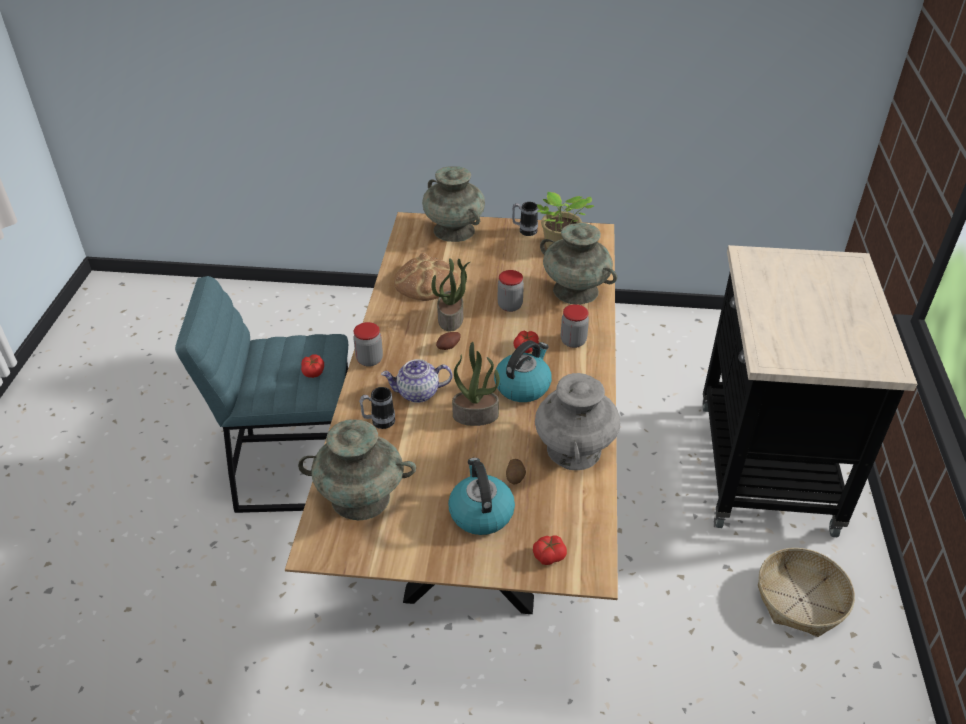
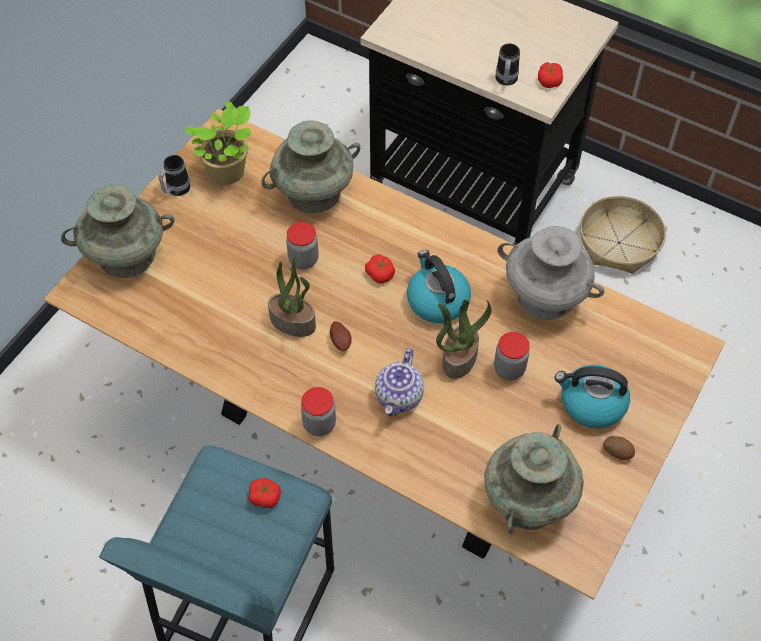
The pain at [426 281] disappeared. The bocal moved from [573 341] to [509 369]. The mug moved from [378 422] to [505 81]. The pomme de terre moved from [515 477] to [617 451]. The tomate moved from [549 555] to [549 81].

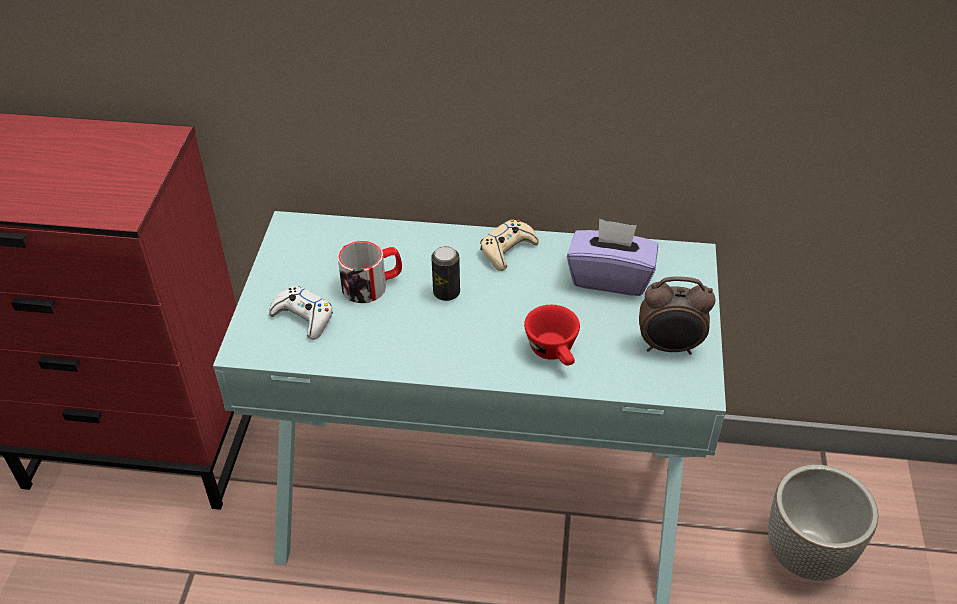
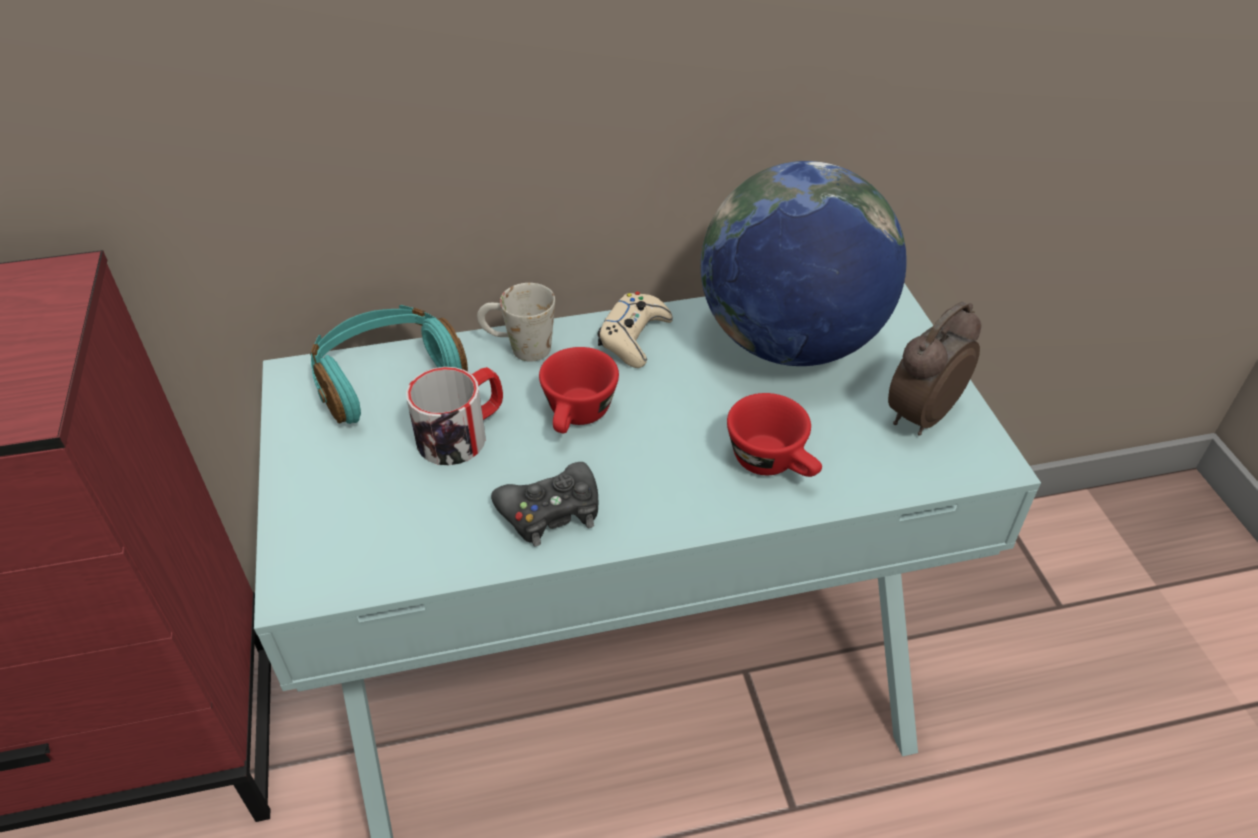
The boîte à mouchoirs [violet] at [610 277] was replaced by the globe at [790 342]. The boîte métallique at [446 292] was replaced by the tasse [rouge] at [578 417]. The réveil at [669 347] turned 150 degrees clockwise. The manette [blanc] at [303 317] disappeared. The cache-pot at [807 555] disappeared. The mug [blanc] at [518 348] appeared. The casque audio [turquoise] at [387 377] appeared. The manette [noir] at [551 511] appeared.

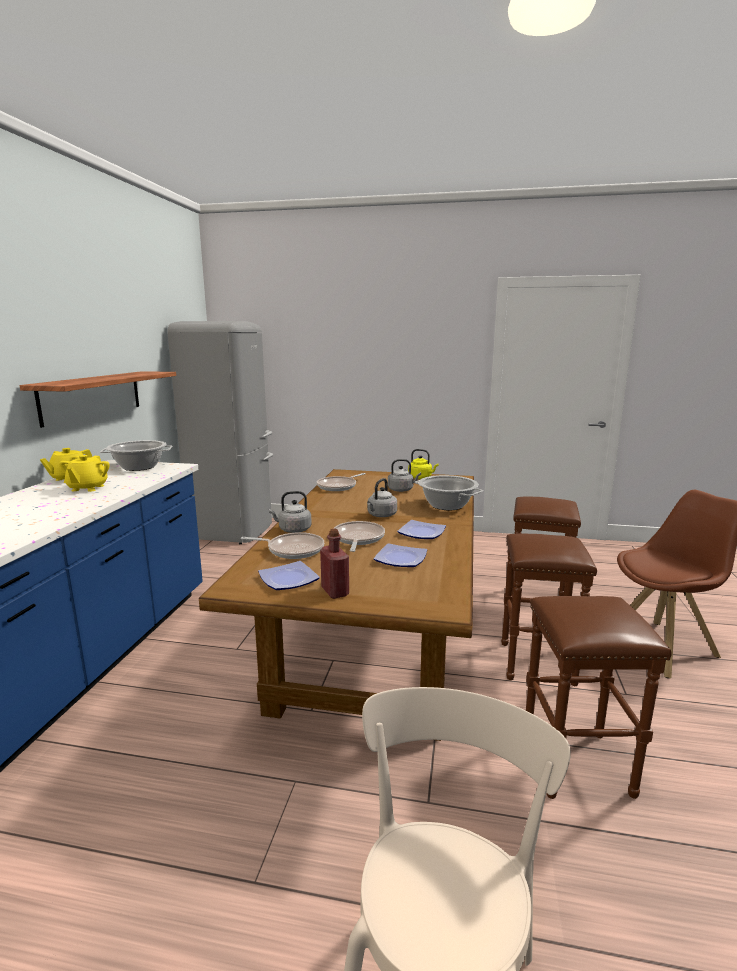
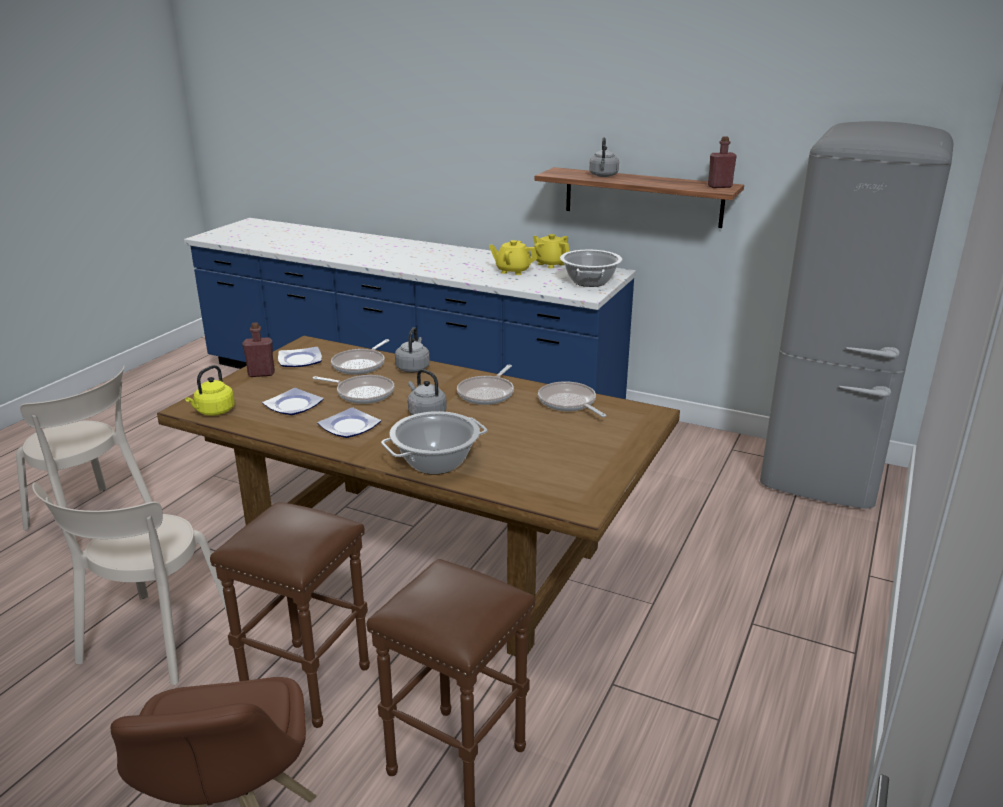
The bouilloire [jaune] moved from [421 477] to [214 412]. The bouilloire [gris] moved from [402 490] to [603 176]. The tabouret [marron] at [579 764] was replaced by the chaise [beige] at [153 642]. The bouteille [rouge] at [719 186] appeared. The poêle at [487 393] appeared.

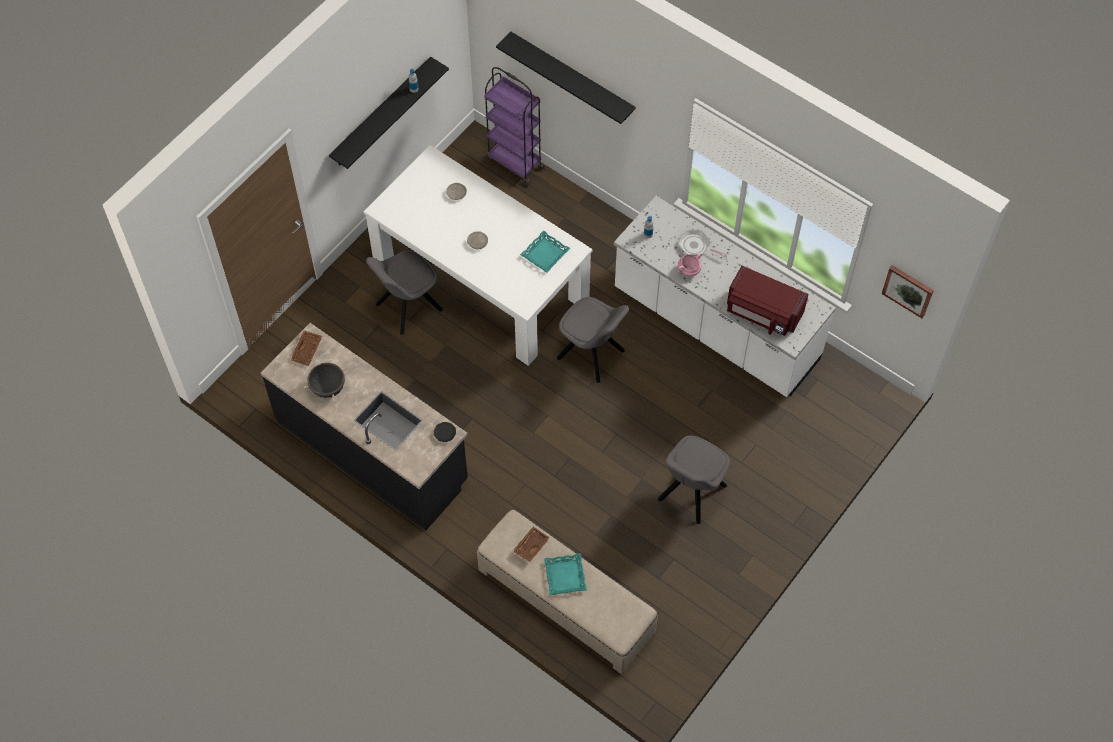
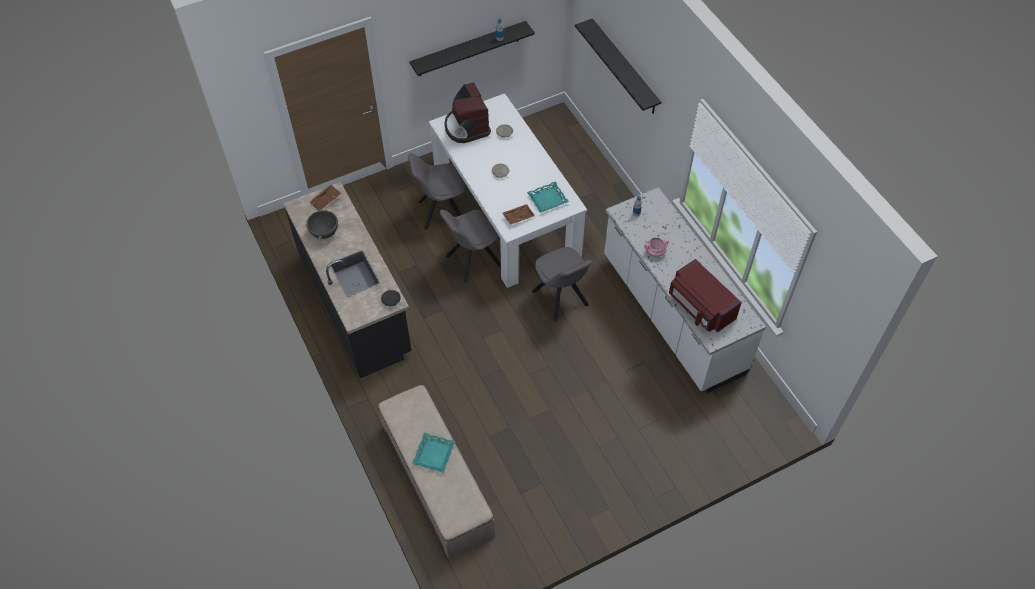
The chariot [violet] at [515 163] disappeared. The poêle at [696 246] disappeared. The tableau at [908 290] disappeared. The chaise [gris] moved from [691 492] to [473 260]. The plateau [marron] moved from [530 546] to [518 216]. The machine à café at [466 127] appeared.

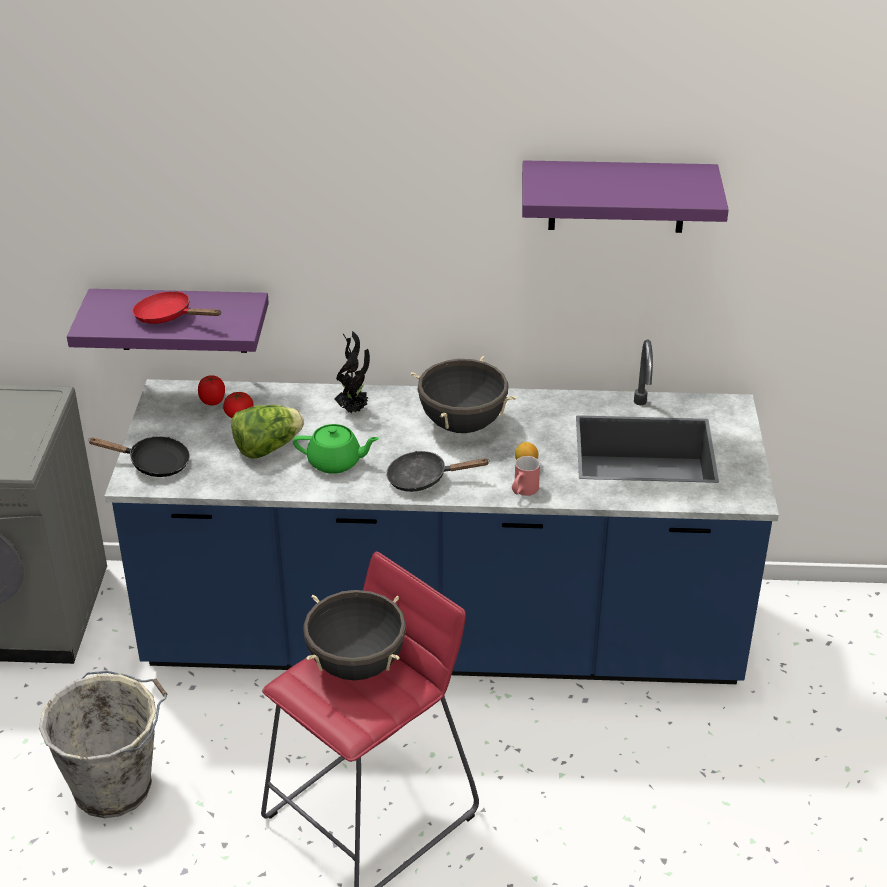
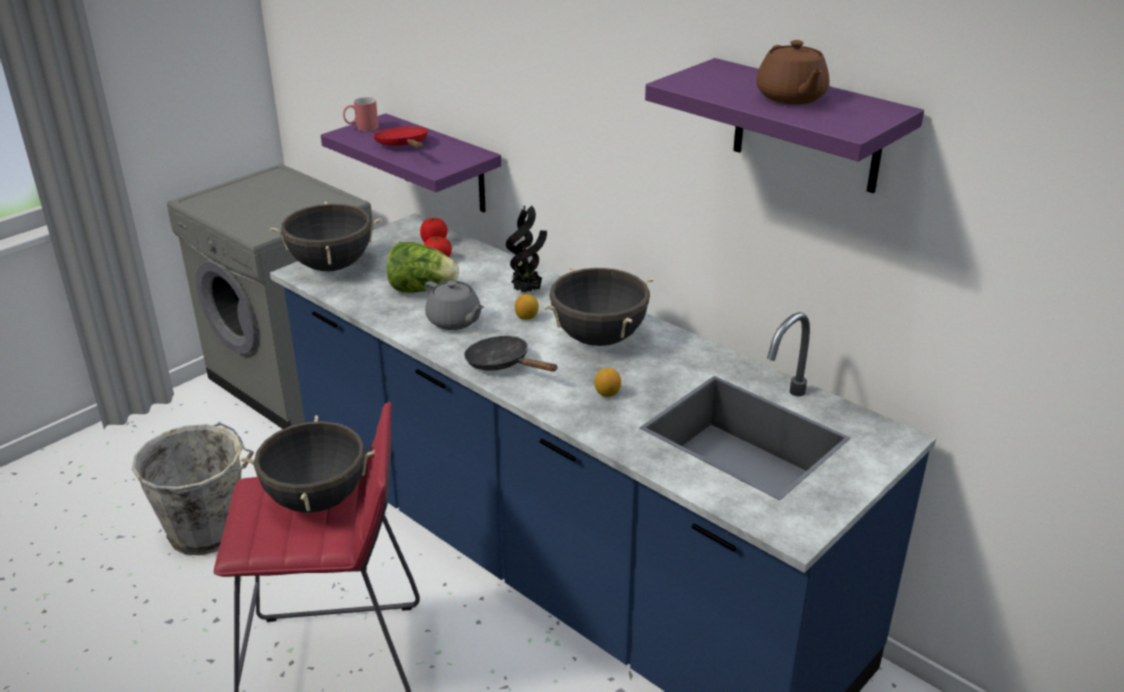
The théière [vert] at [335 462] became the théière [gris] at [454 321]. The poêle [noir] at [153 464] was replaced by the marmite [noir] at [331 266]. The mug [rouge] moved from [523 492] to [361 128]. The théière [marron] at [791 98] appeared. The citron at [526 317] appeared.

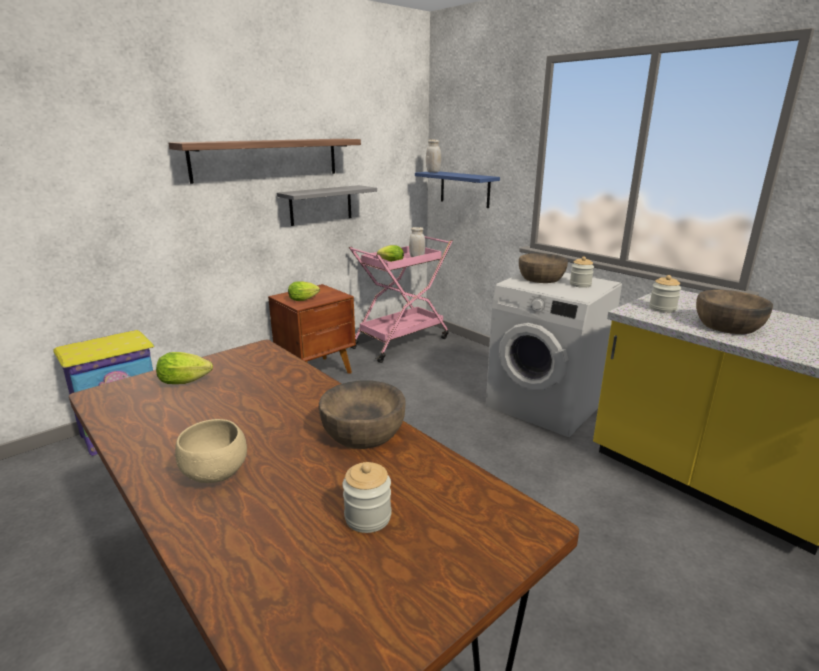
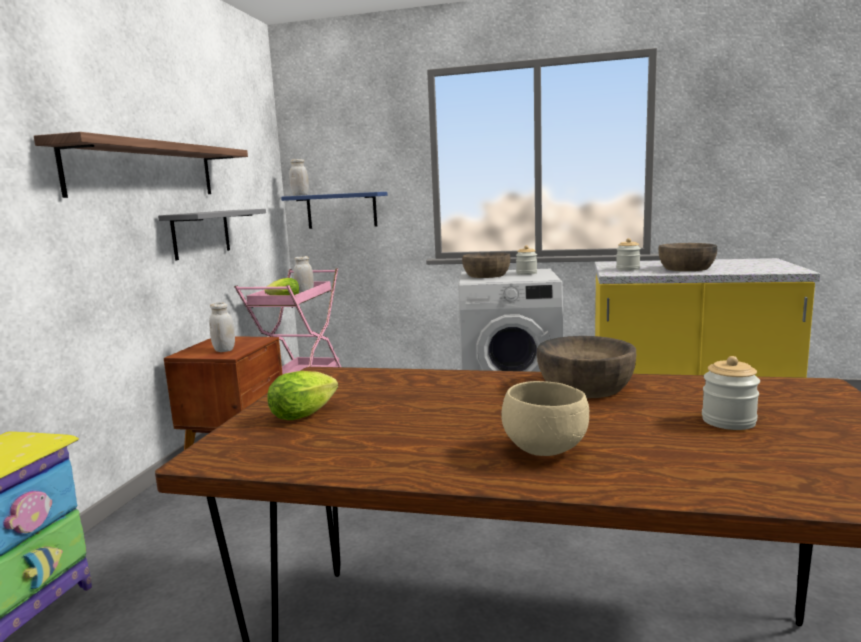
The laitue at [305 299] was replaced by the bocal [blanc] at [224 350].

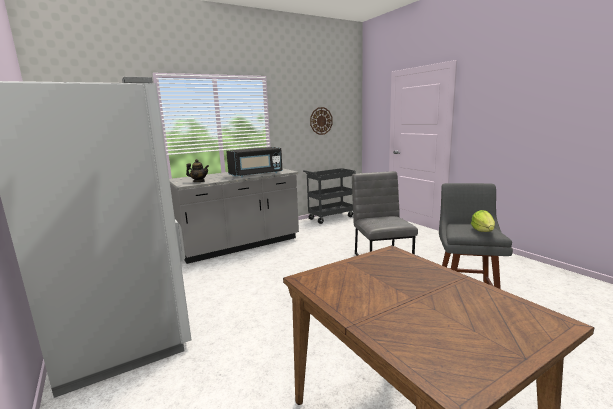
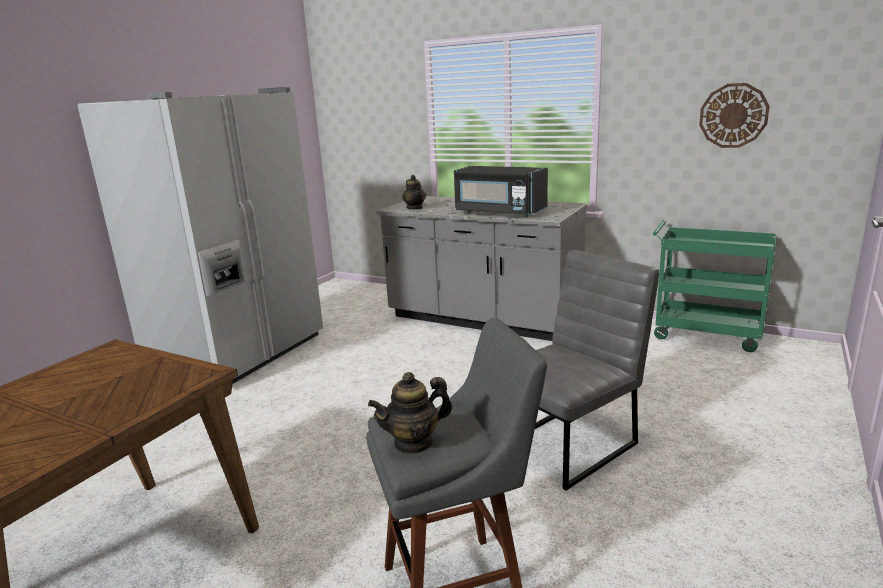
The chariot [gris] at [330 218] became the chariot [vert] at [703 337]. The laitue at [483 231] was replaced by the théière at [414 443].

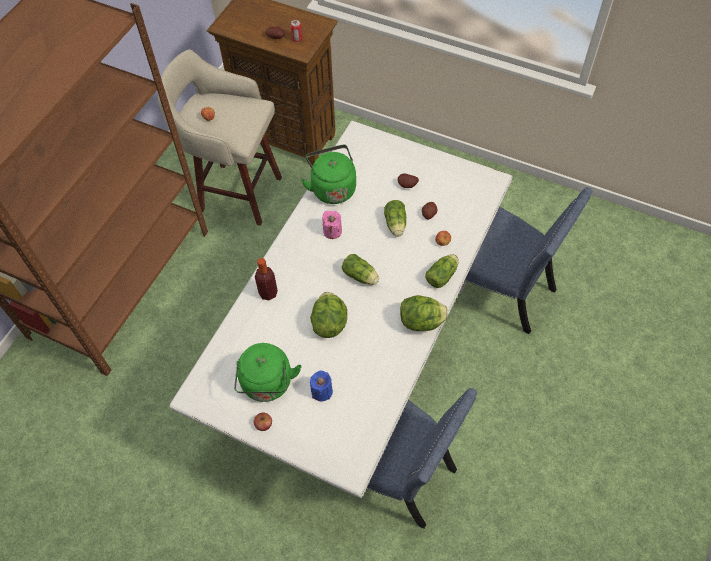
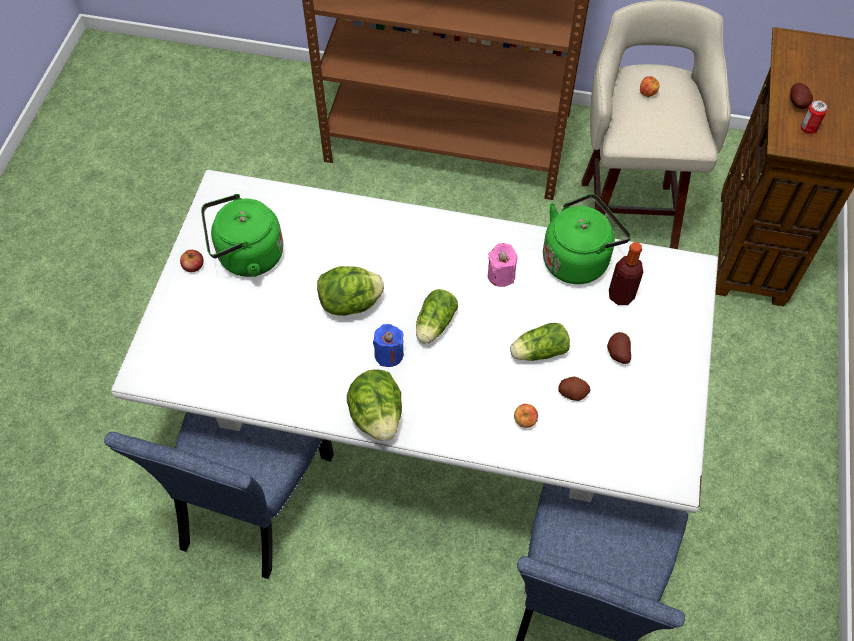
The laitue at [442 275] disappeared. The bouteille moved from [268 293] to [621 295]. The bougie [bleu] moved from [322 391] to [389 354].

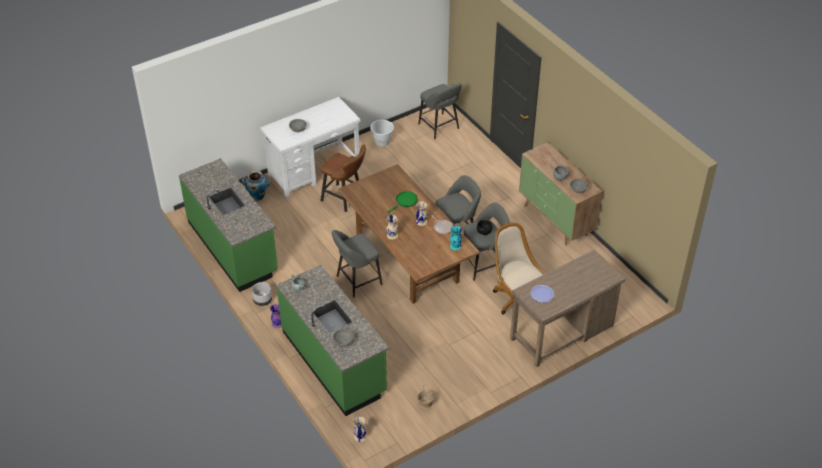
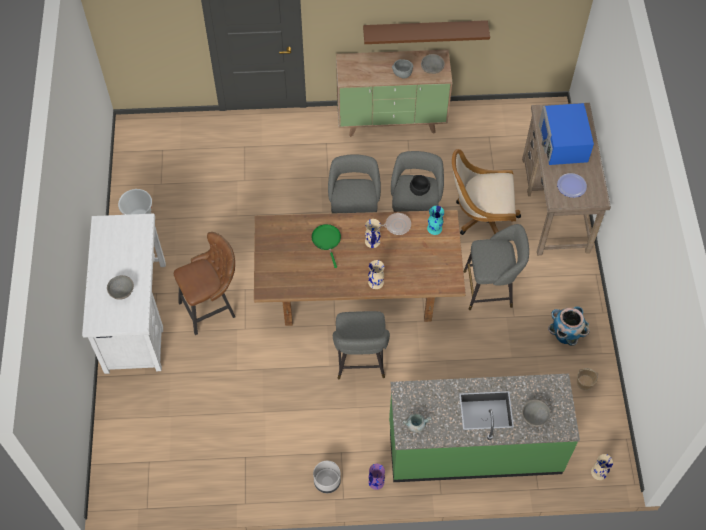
The tabouret [gris] moved from [440 127] to [491 289]. The comptoir de cuisine [vert] at [233 247] disappeared. The cache-pot moved from [257 196] to [565 335]. The étagère [marron] at [424 30] appeared. The micro-ondes [bleu] at [563 143] appeared.

